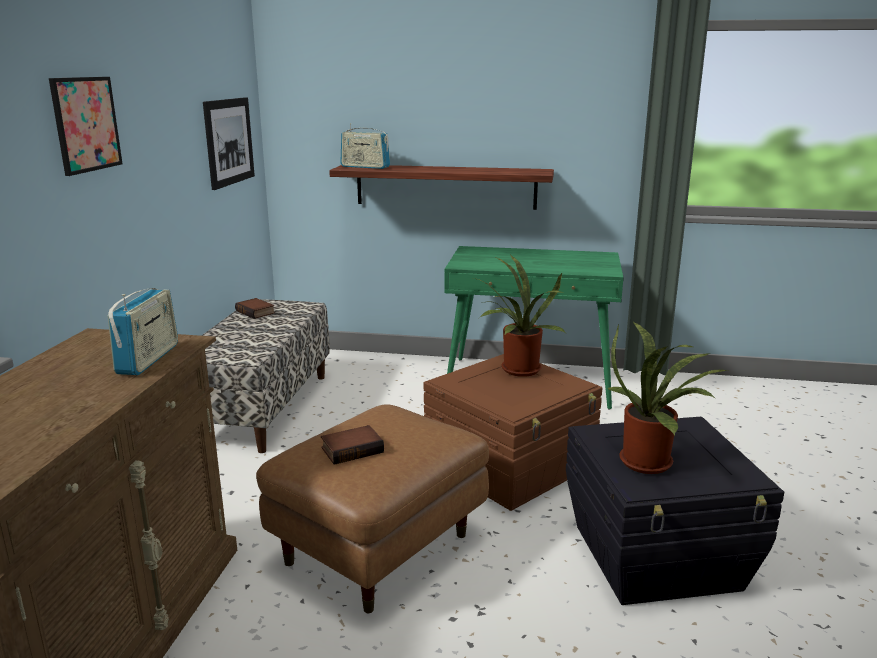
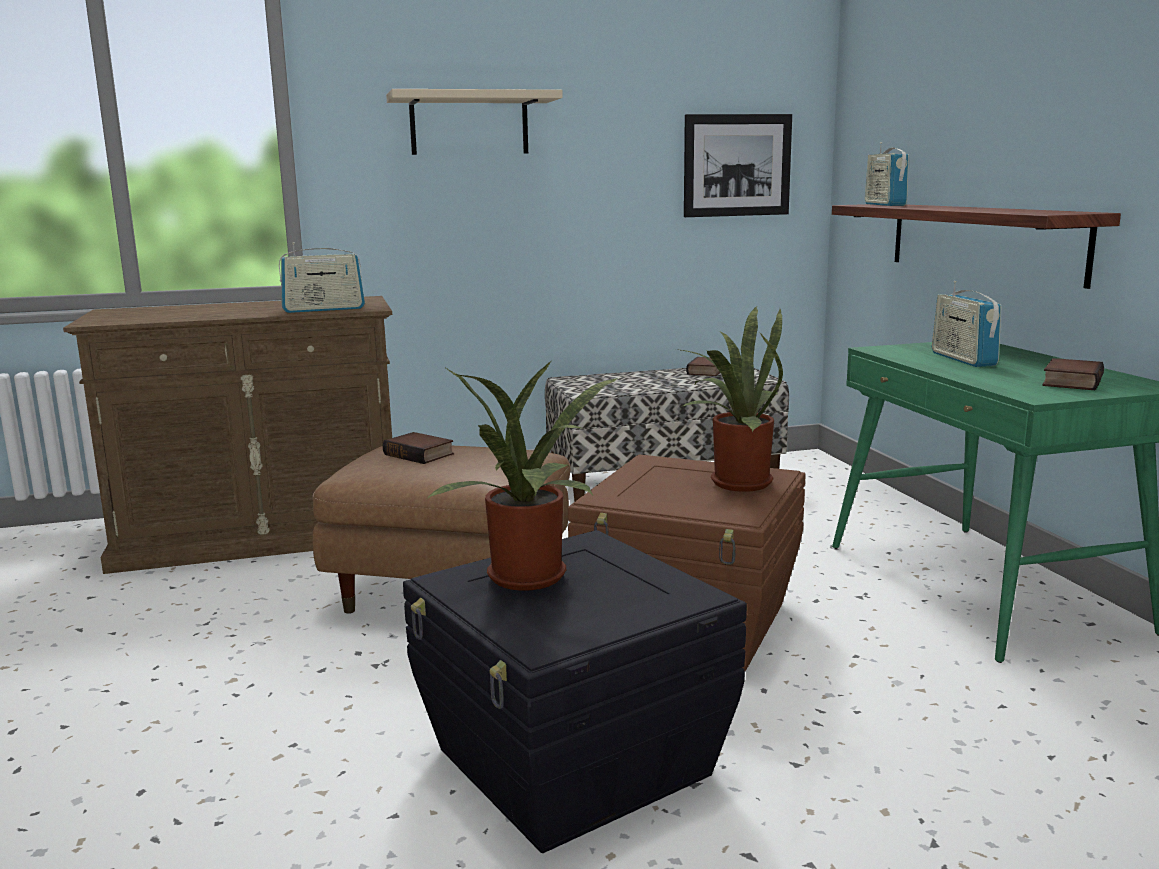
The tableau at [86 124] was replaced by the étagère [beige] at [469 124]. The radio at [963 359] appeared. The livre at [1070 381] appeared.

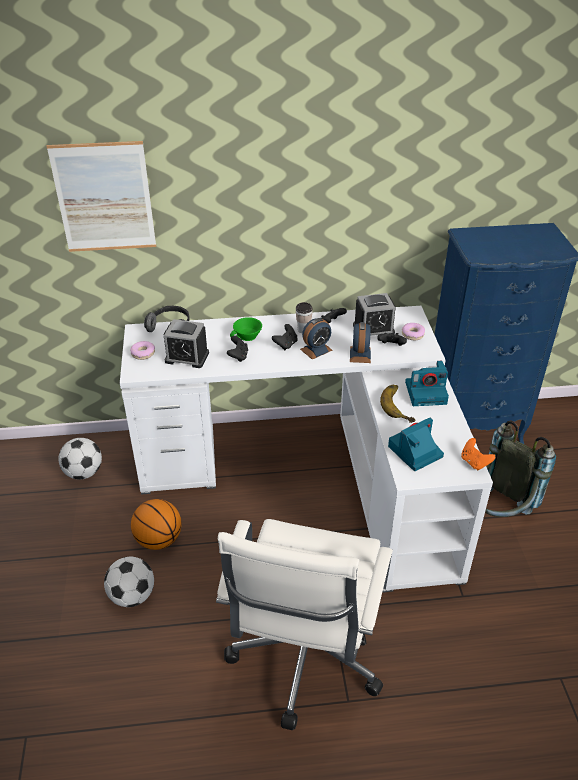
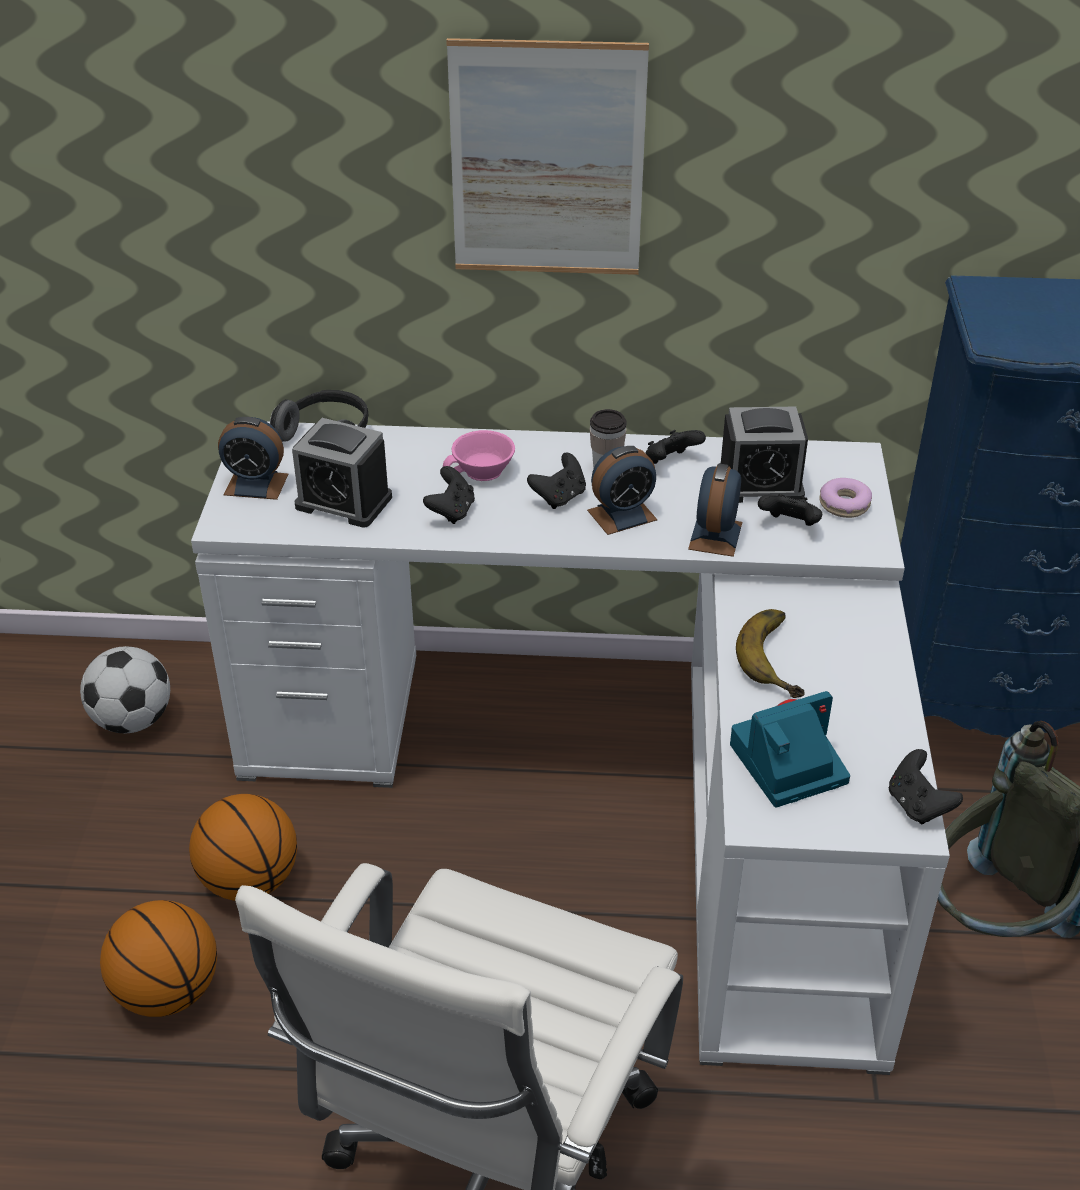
The tableau moved from [104 198] to [547 161]. The tasse [vert] at [247 337] became the tasse [rose] at [482 472]. The beignet at [143 353] was replaced by the réveil at [256 484]. The appareil photo at [426 392] disappeared. The manette [orange] at [474 462] became the manette [noir] at [917 805]. The ballon de foot at [132 596] was replaced by the ballon de basket at [168 991].

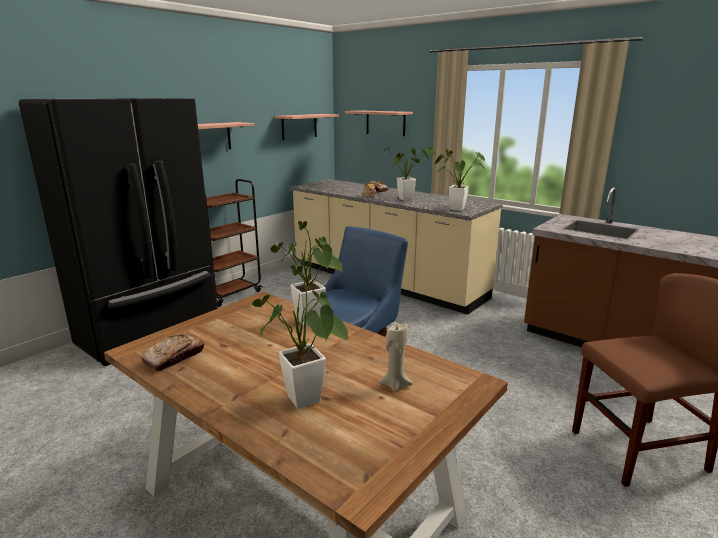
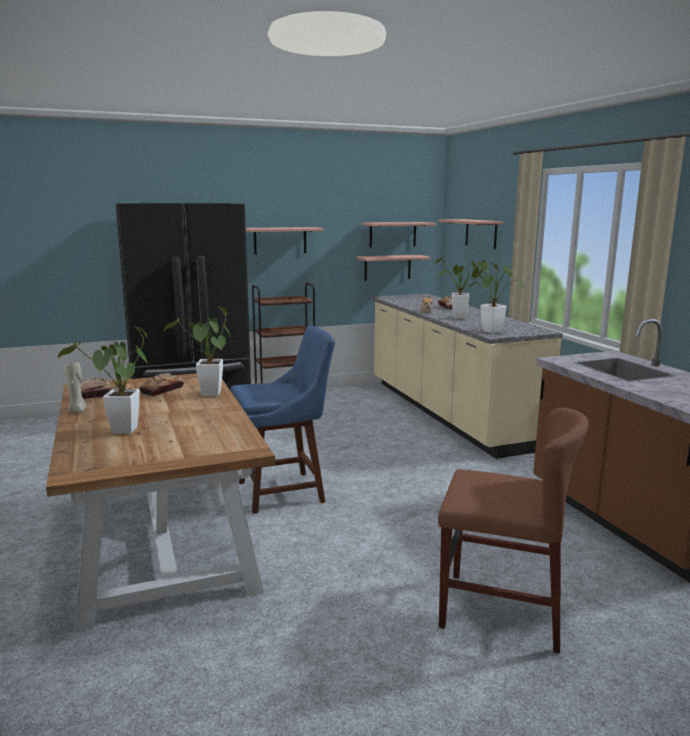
The bougie [beige] moved from [395 384] to [77 411]. The étagère at [387 267] appeared. The pain at [162 390] appeared.

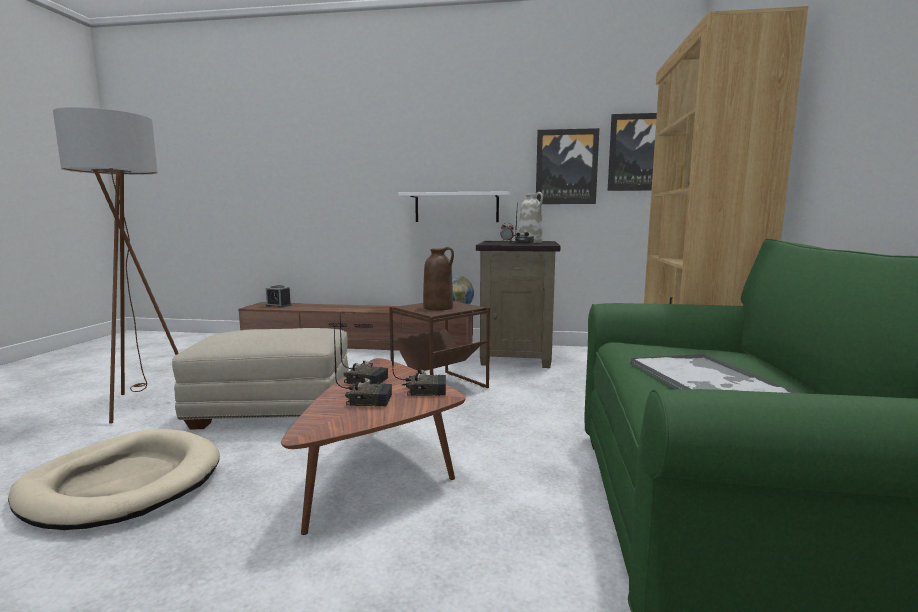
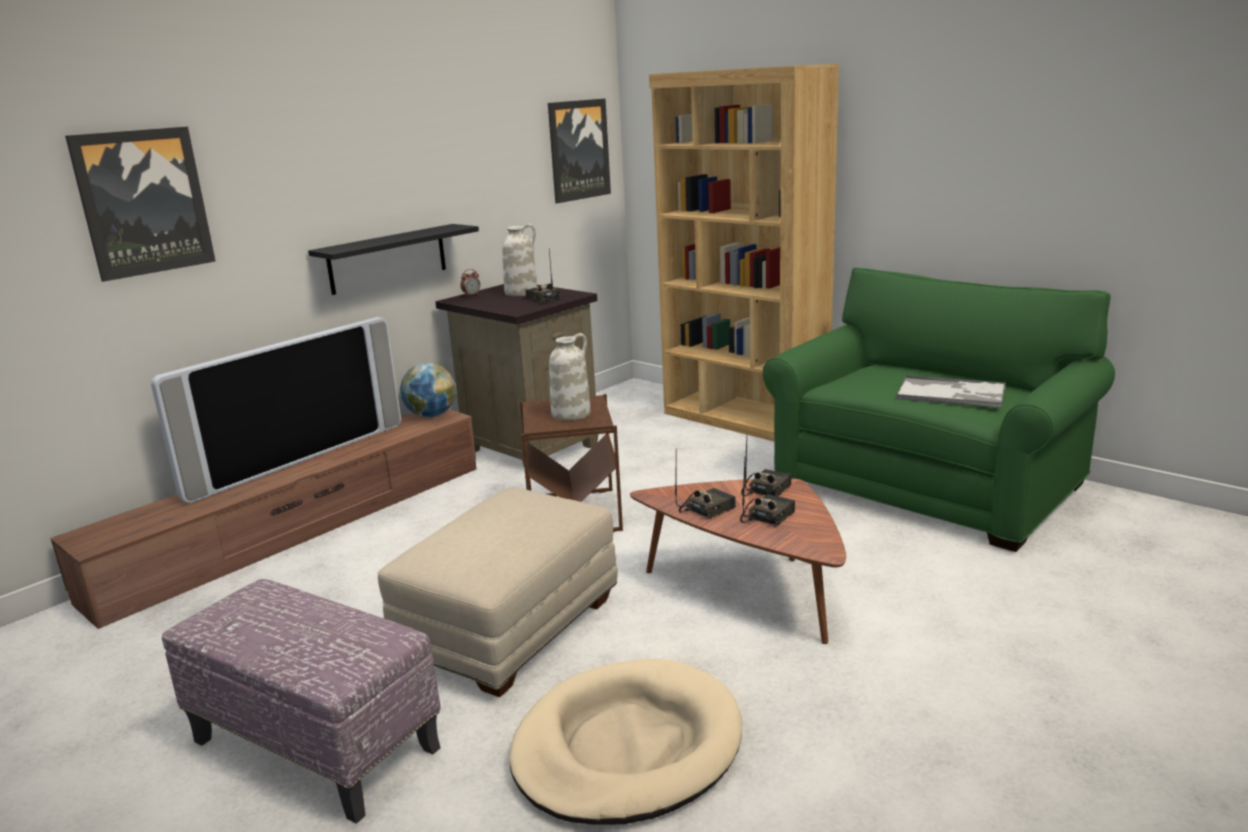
The lampadaire [marron] at [140 403] was replaced by the pouf at [317 744]. The tableau moved from [566 167] to [143 202]. The étagère [blanc] at [456 207] became the étagère [noir] at [388 258]. The vase [marron] at [438 308] became the vase [blanc] at [571 414]. The réveil at [278 305] disappeared. The téléviseur at [296 458] appeared.

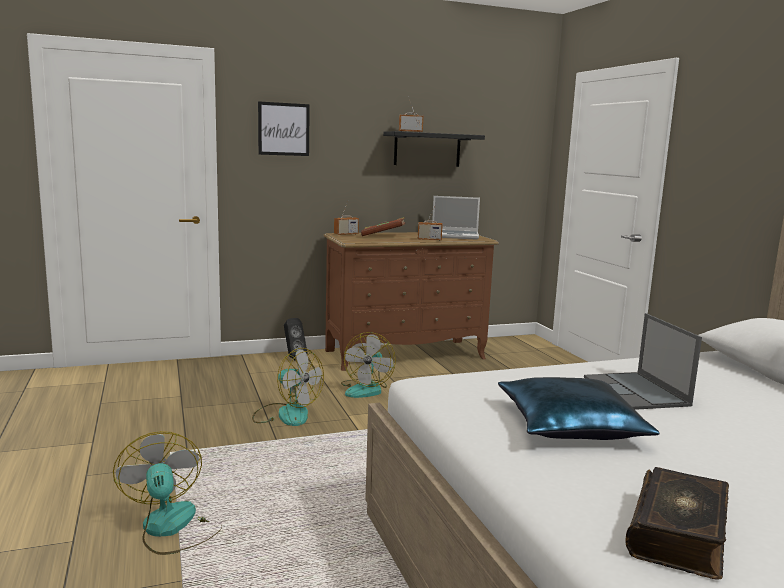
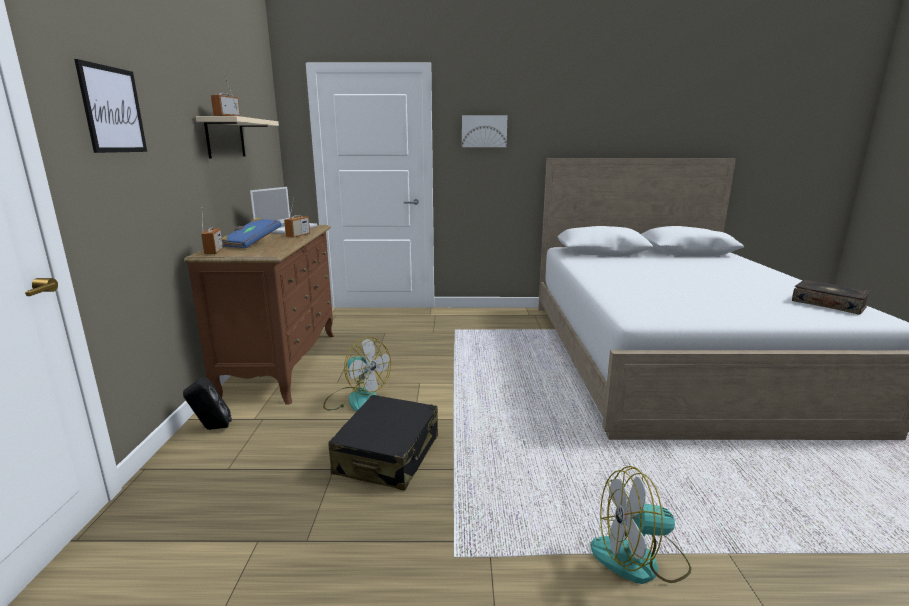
The étagère [noir] at [427 149] became the étagère [beige] at [225 138]. The livre [marron] at [383 236] became the livre [bleu] at [252 243]. The ordinateur portable at [636 391] disappeared. The ventilateur at [286 414] was replaced by the valise [noir] at [388 455]. The coussin [bleu] at [570 426] disappeared. The tableau at [484 131] appeared.

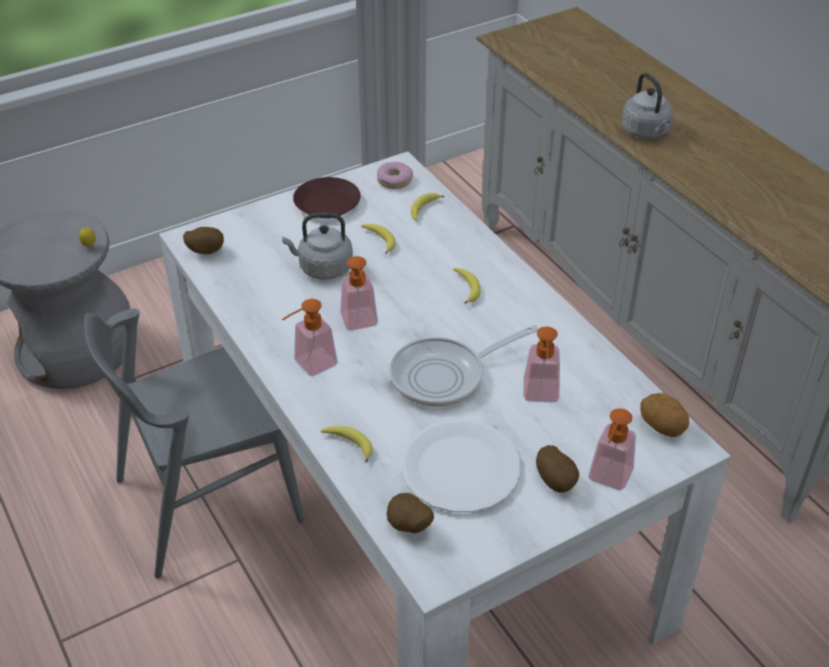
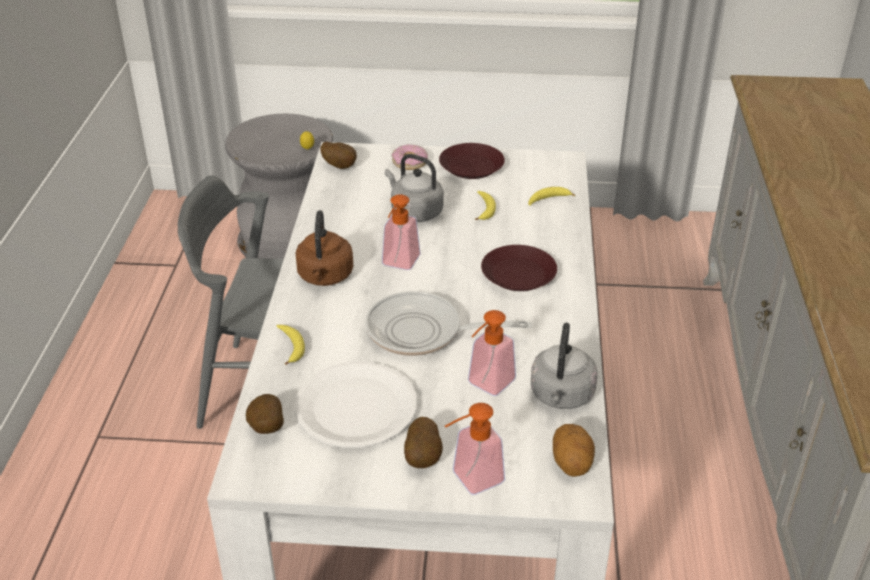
The bouilloire [gris] moved from [646 132] to [561 396]. The beignet moved from [394 180] to [410 162]. The banane at [467 288] was replaced by the assiette [marron] at [518 274]. The distributeur de savon at [309 366] was replaced by the bouilloire [marron] at [325 277].

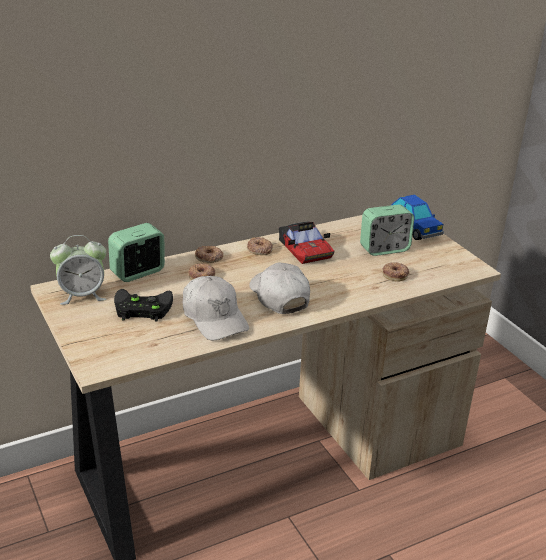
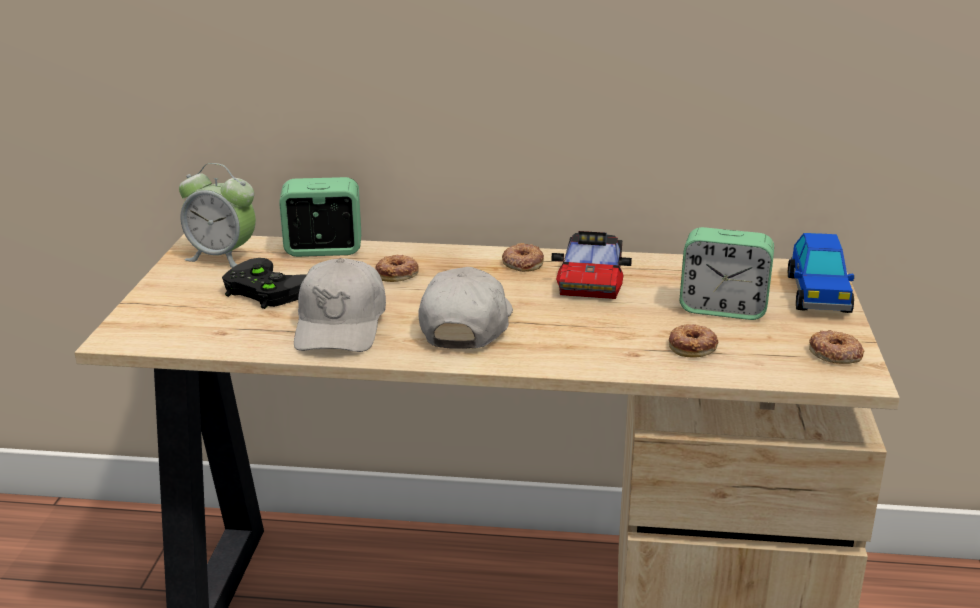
The beignet moved from [209 257] to [835 353].

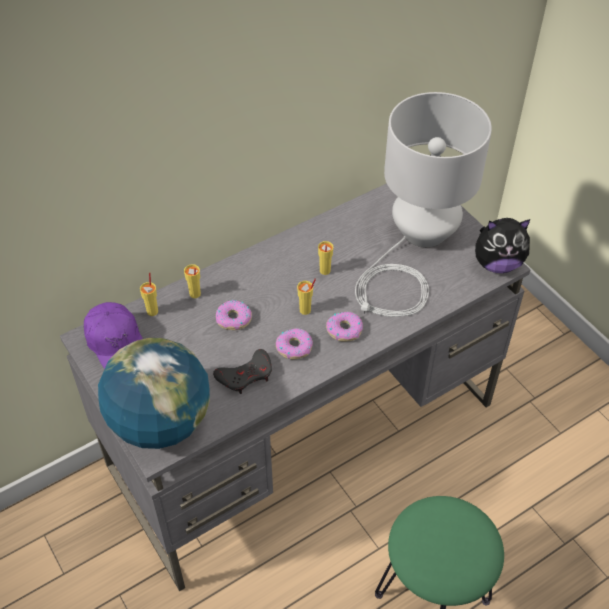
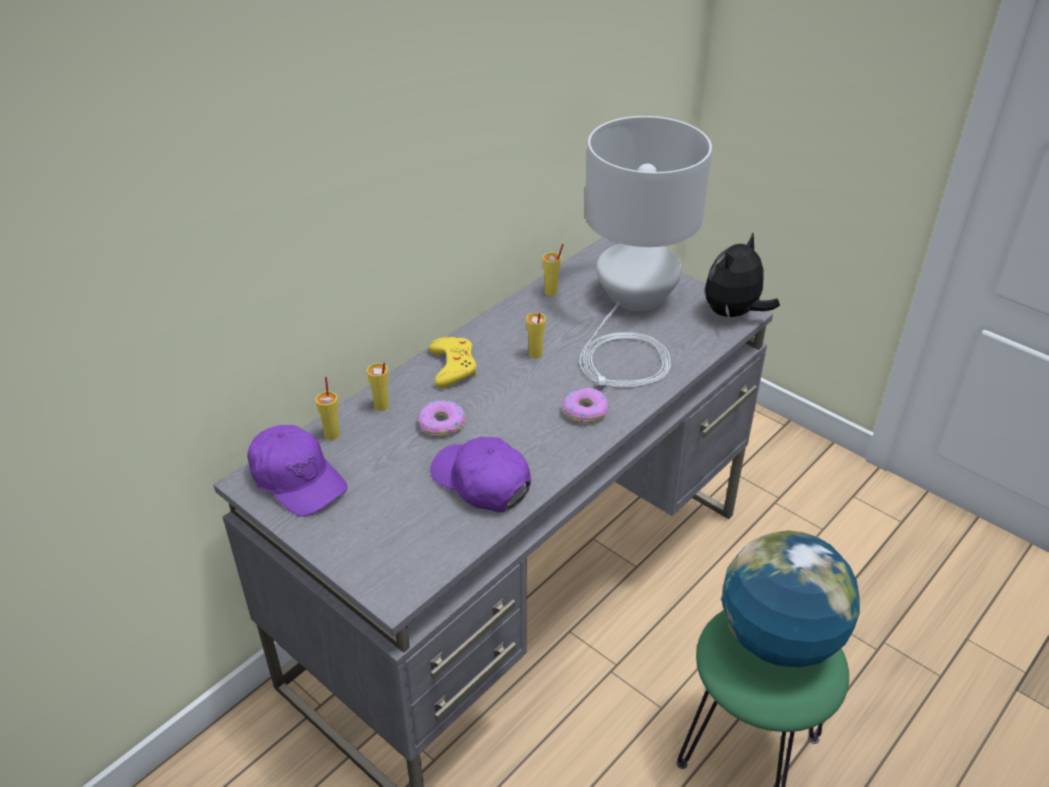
The peluche at [497 263] turned 150 degrees clockwise. The tasse [jaune] moved from [305 310] to [551 292]. The beignet at [294 347] disappeared. The globe moved from [160 422] to [778 639]. The manette [gris] at [246 375] was replaced by the casquette [violet] at [481 482]. The manette [jaune] at [453 366] appeared.

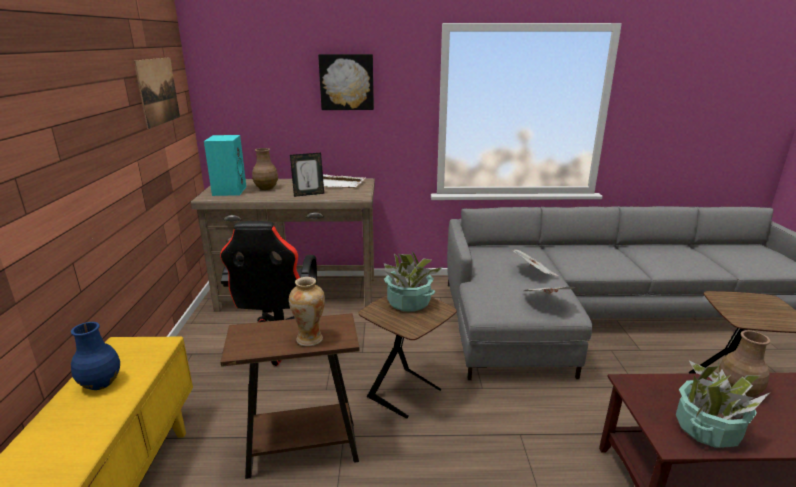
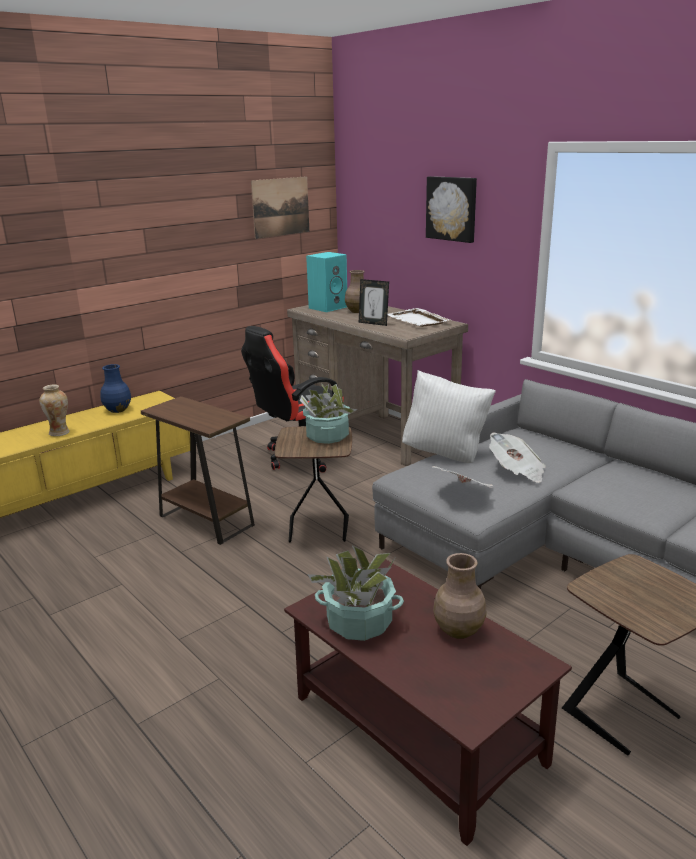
The vase moved from [309 339] to [59 433]. The coussin [blanc] at [446 454] appeared.

